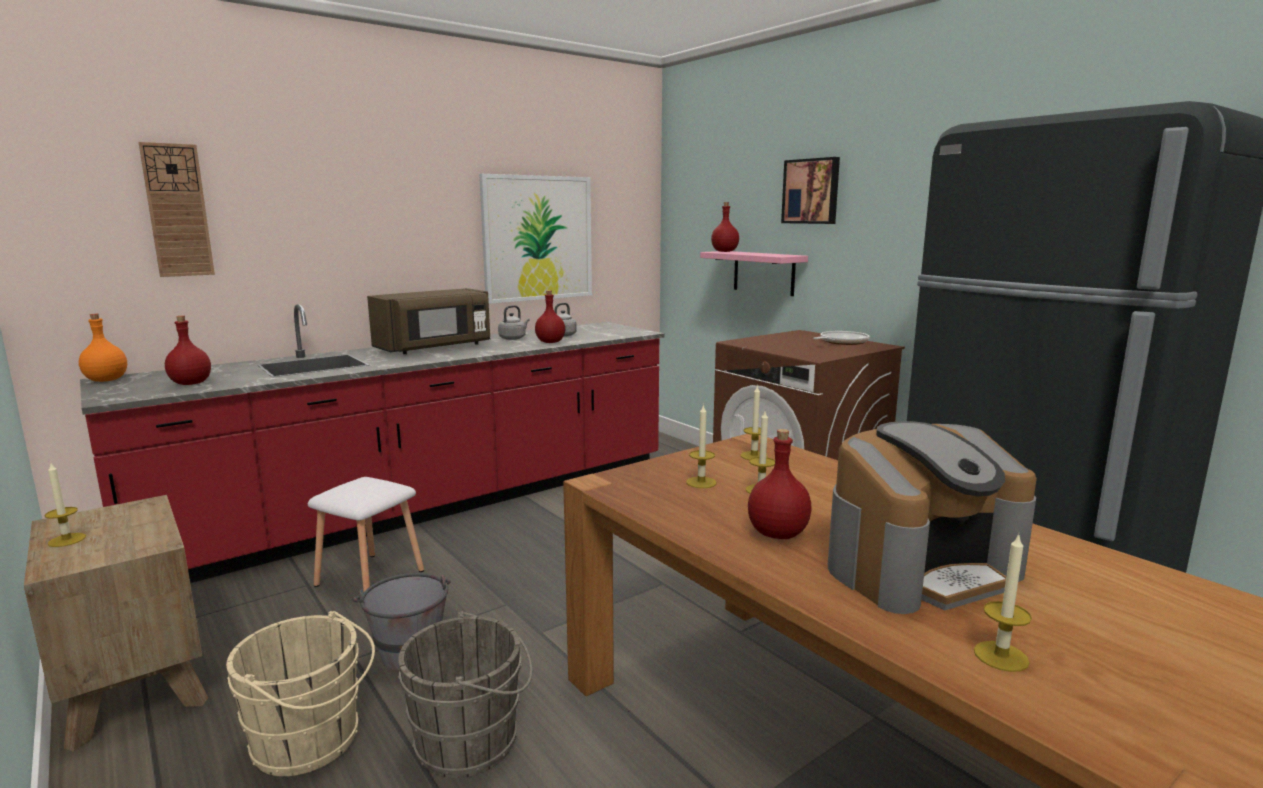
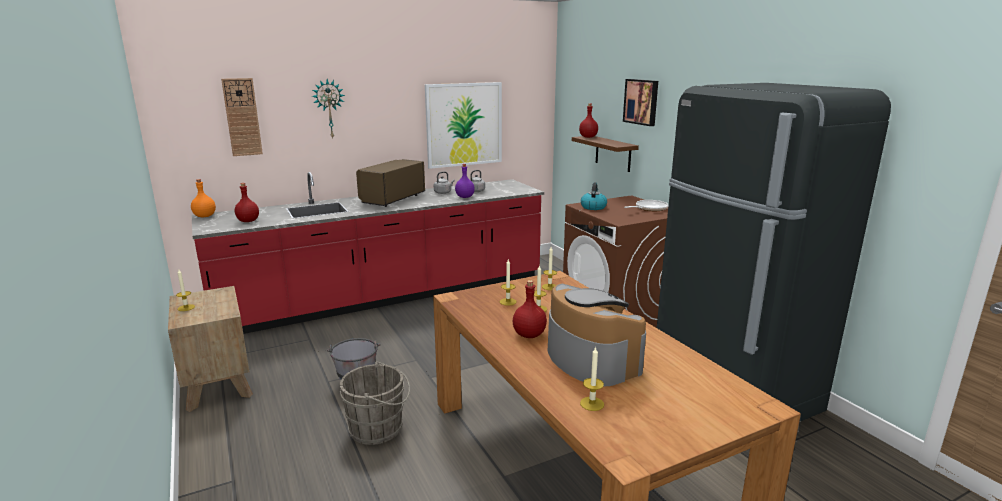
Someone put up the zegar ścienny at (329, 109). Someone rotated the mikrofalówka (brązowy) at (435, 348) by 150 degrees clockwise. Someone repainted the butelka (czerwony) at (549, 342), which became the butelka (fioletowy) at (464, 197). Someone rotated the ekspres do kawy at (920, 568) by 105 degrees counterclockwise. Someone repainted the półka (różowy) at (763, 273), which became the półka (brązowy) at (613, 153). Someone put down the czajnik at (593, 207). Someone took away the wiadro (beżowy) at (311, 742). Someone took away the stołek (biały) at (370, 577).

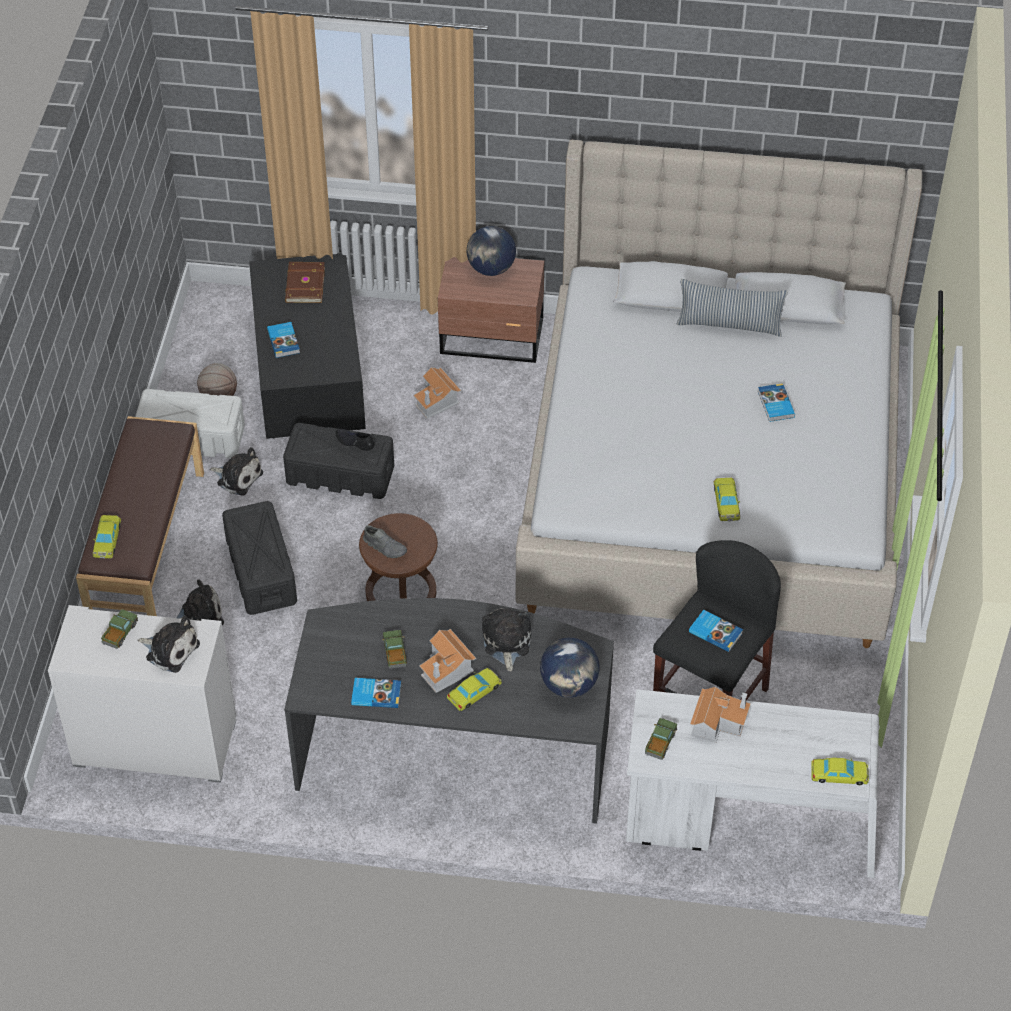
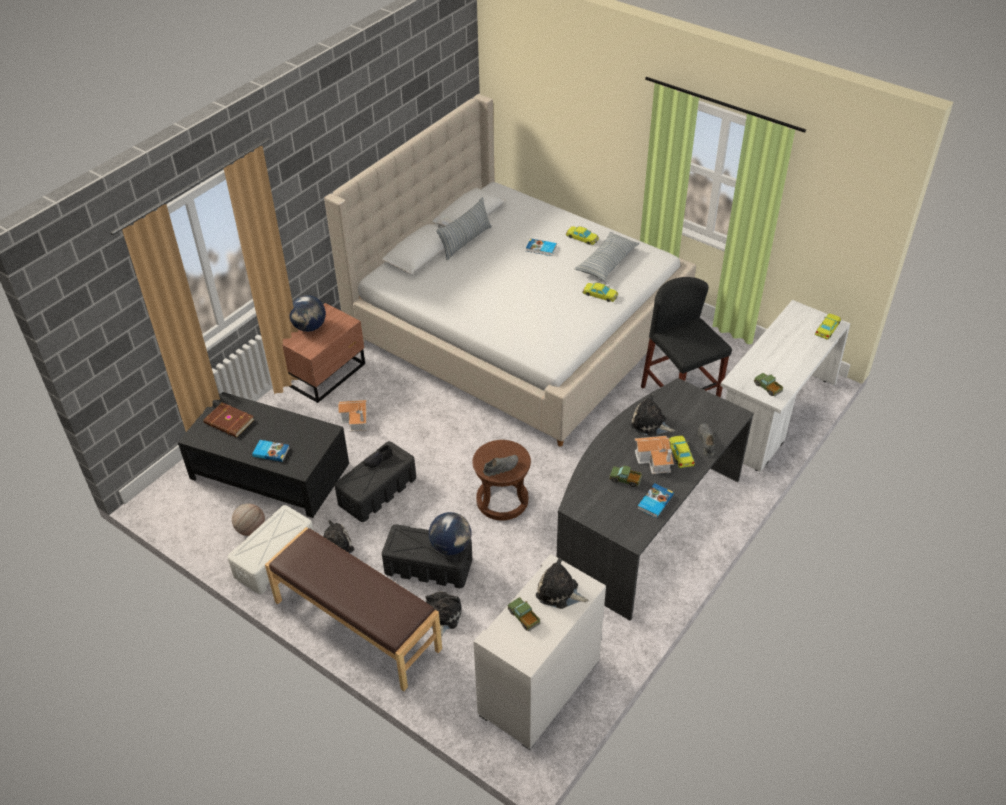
Someone carried the globus from (569, 685) to (451, 546). Someone rotated the pluszak at (170, 650) by 120 degrees counterclockwise. Someone carried the samochodzik (żółty) from (107, 539) to (582, 238). Someone put down the poduszka at (606, 262). Someone put down the but (szary) at (706, 442). Someone took away the książka at (715, 632). Someone took away the domek at (718, 722).

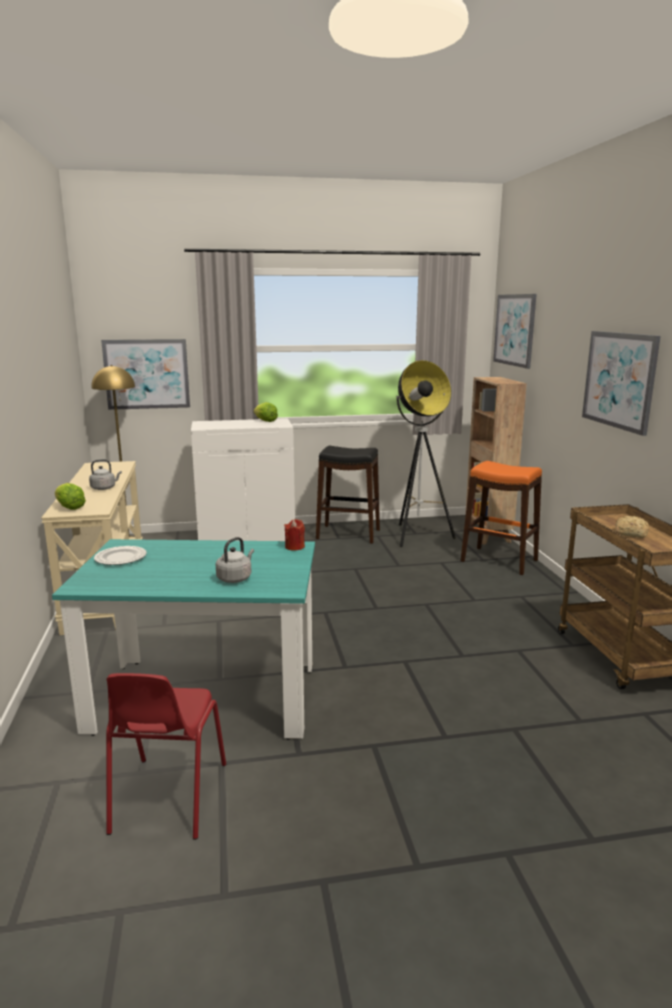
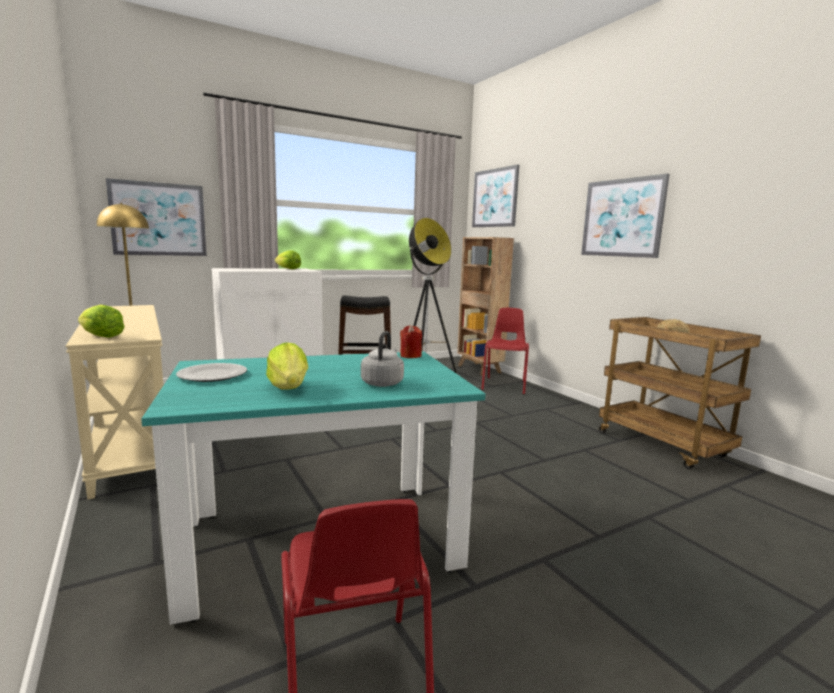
Someone put down the sałata at (289, 388). Someone swapped the stołek (pomarańczowy) at (499, 561) for the krzesło (czerwony) at (505, 385). Someone took away the czajnik (szary) at (104, 488).

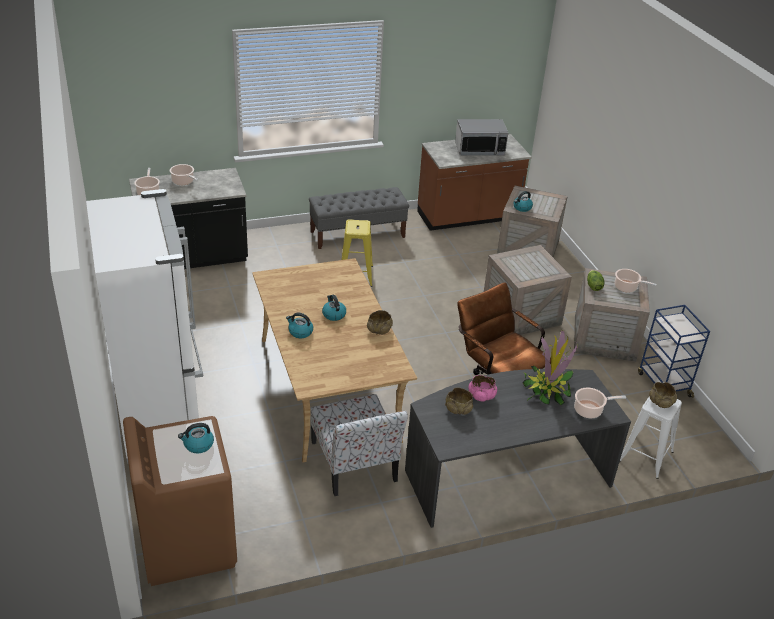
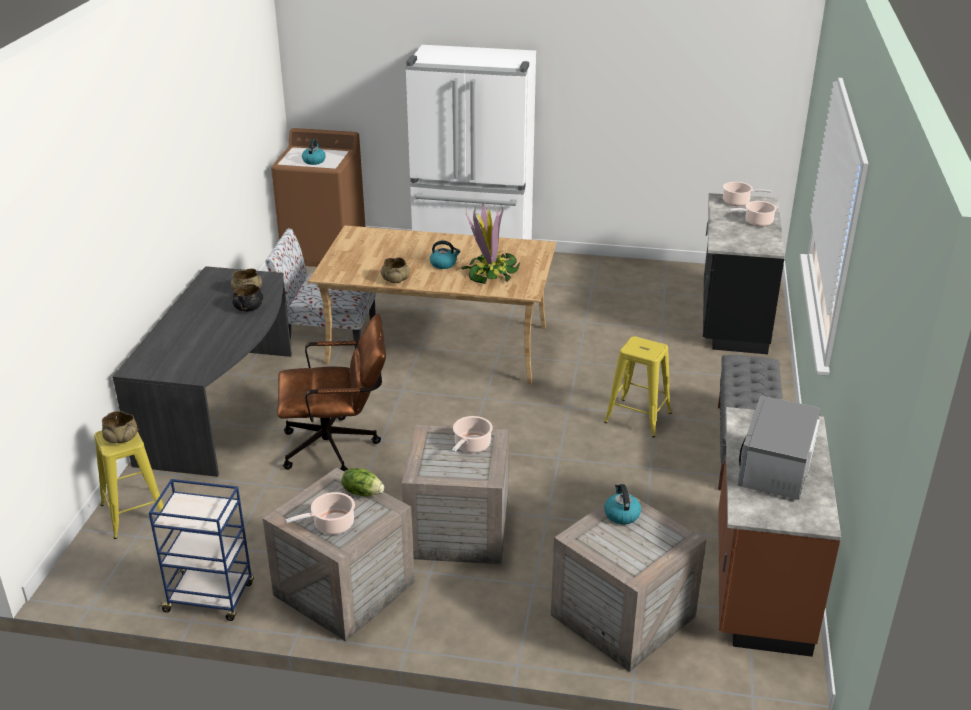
Someone repainted the stołek (biały) at (646, 456), which became the stołek (żółty) at (134, 513). Someone repainted the miska (różowy) at (481, 396), which became the miska (czarny) at (249, 308). Someone carried the garnek from (590, 410) to (471, 446). Someone carried the roślina doniczkowa from (547, 390) to (490, 273). Someone took away the czajnik at (300, 332).

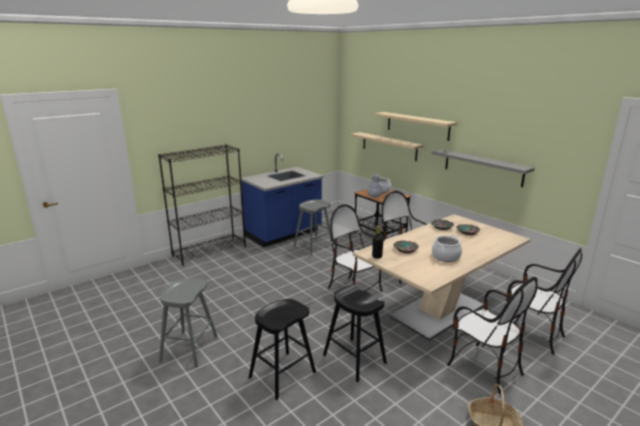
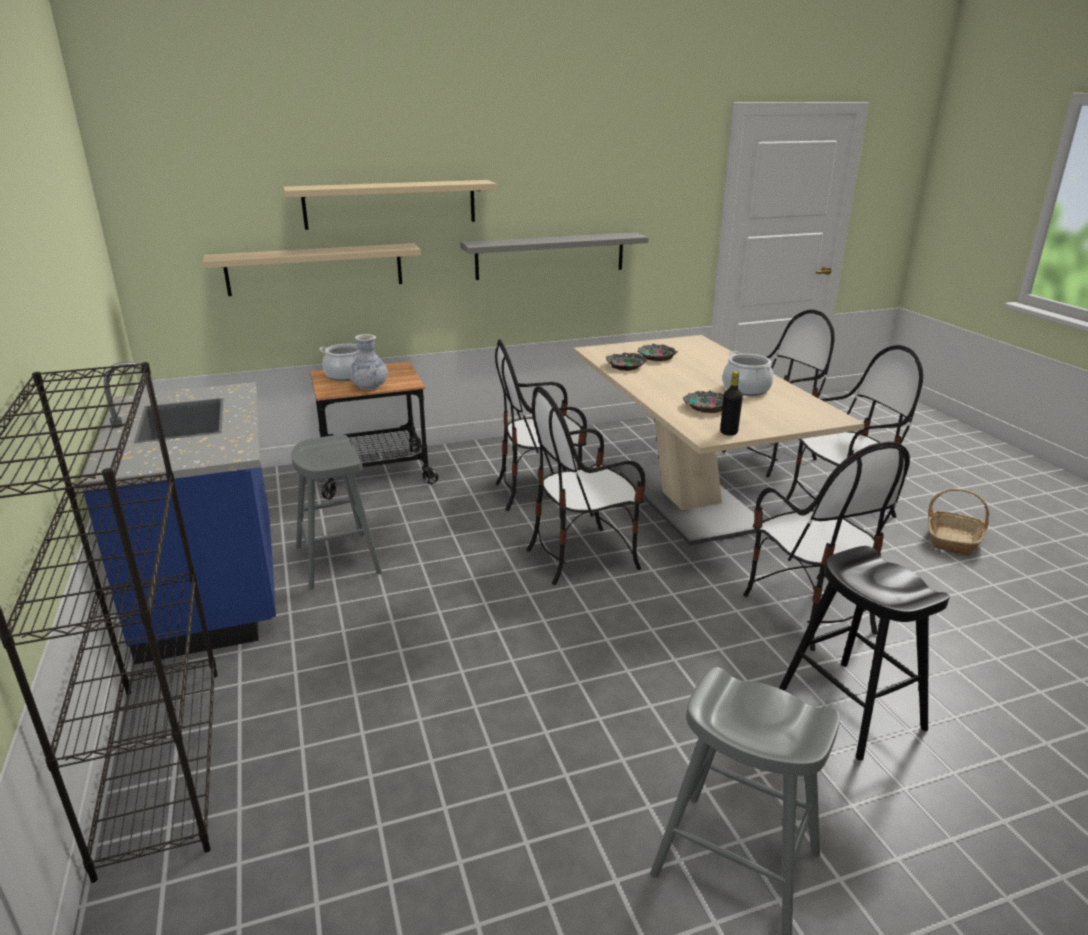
Someone swapped the stołek (czarny) at (354, 359) for the krzesło at (809, 611).

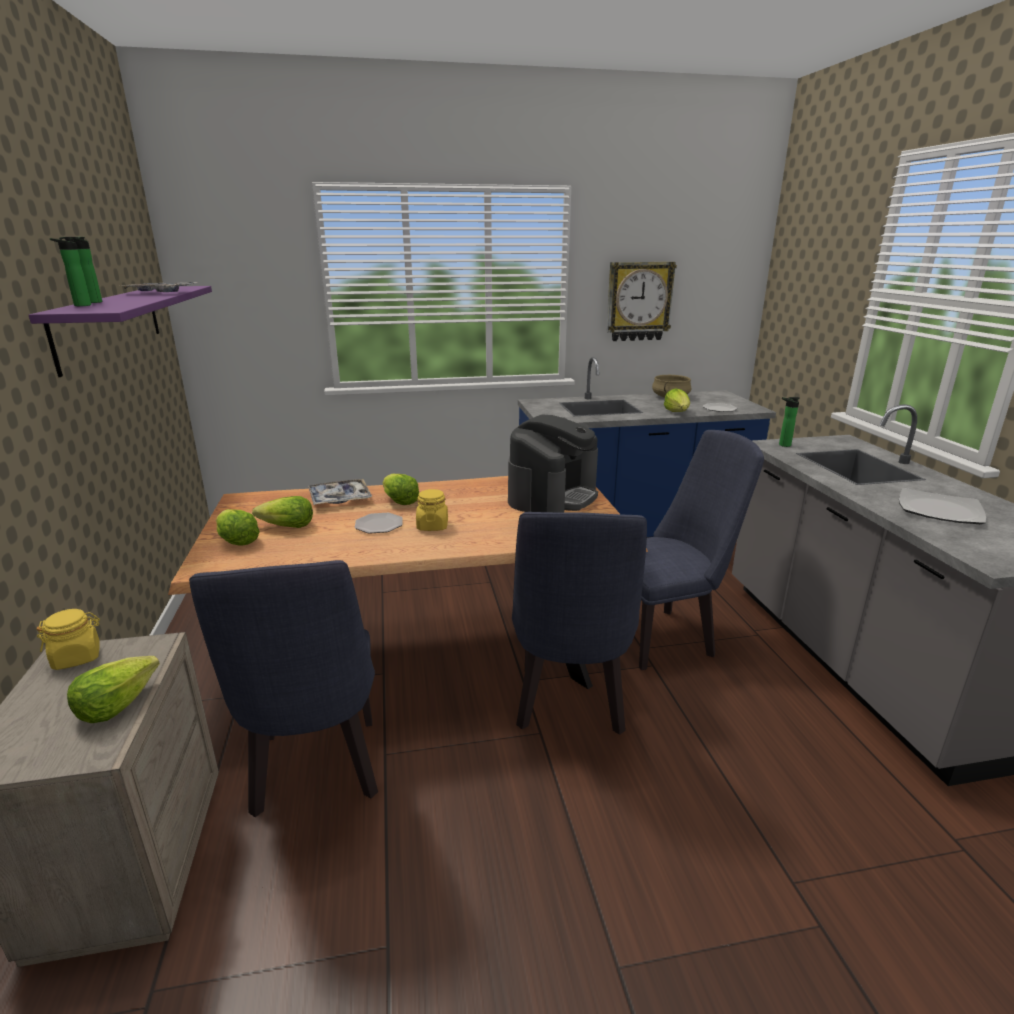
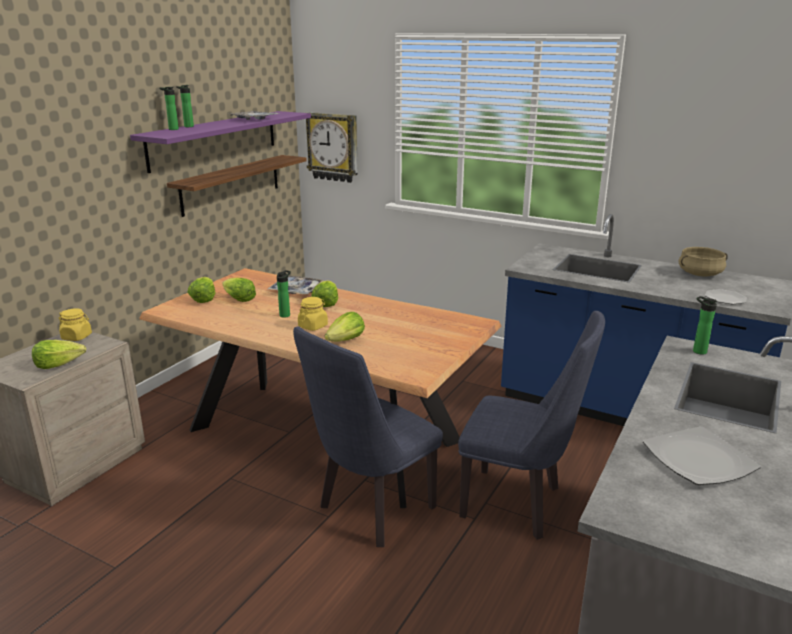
Someone put up the półka at (231, 184). Someone swapped the talerz at (379, 525) for the butelka at (286, 315). Someone carried the zegar ścienny from (638, 301) to (333, 147). Someone carried the sałata from (677, 412) to (346, 341). Someone took away the krzesło (niebieski) at (317, 775). Someone took away the ekspres do kawy at (553, 496).

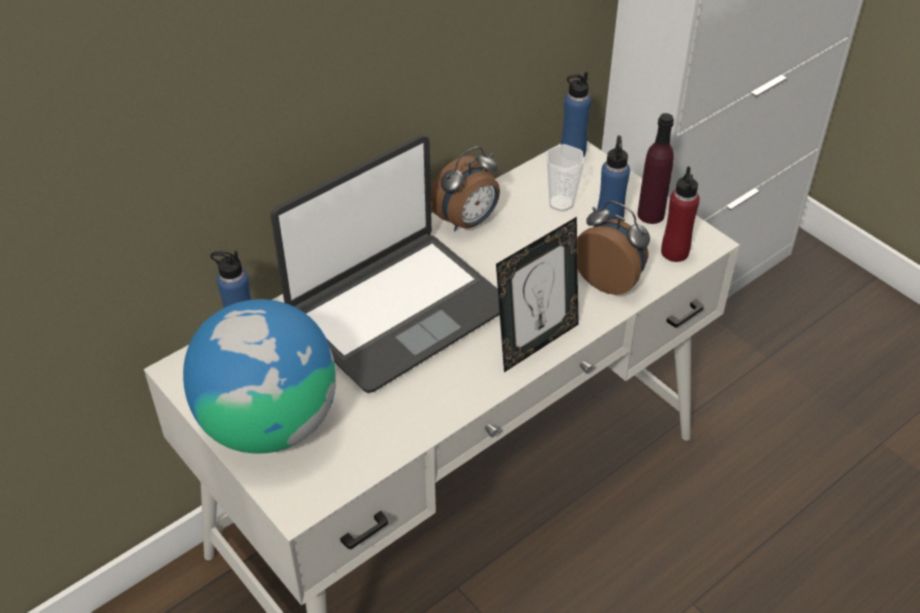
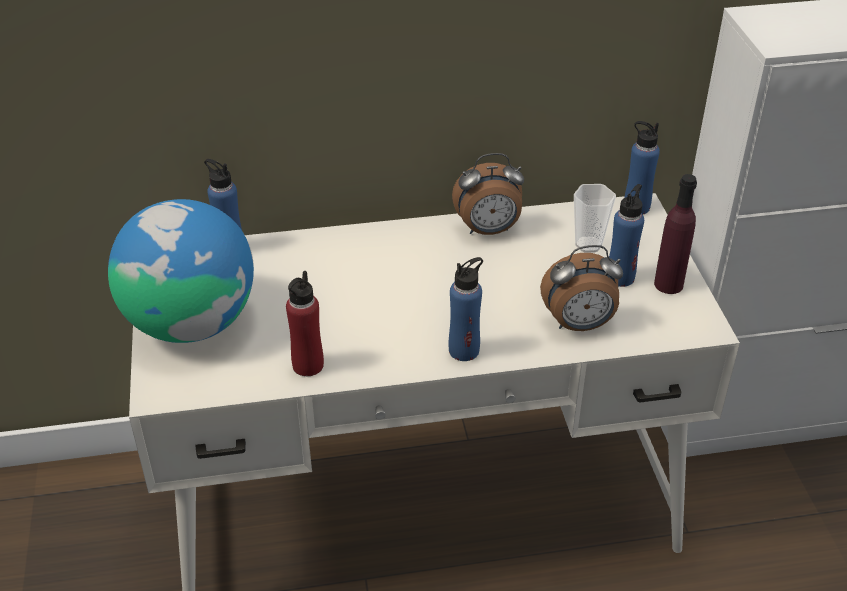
Someone carried the butelka (czerwony) from (674, 252) to (307, 365). Someone swapped the ramka na zdjęcie at (536, 343) for the butelka (niebieski) at (464, 350). Someone rotated the budzik at (609, 280) by 105 degrees clockwise. Someone took away the laptop at (397, 310).

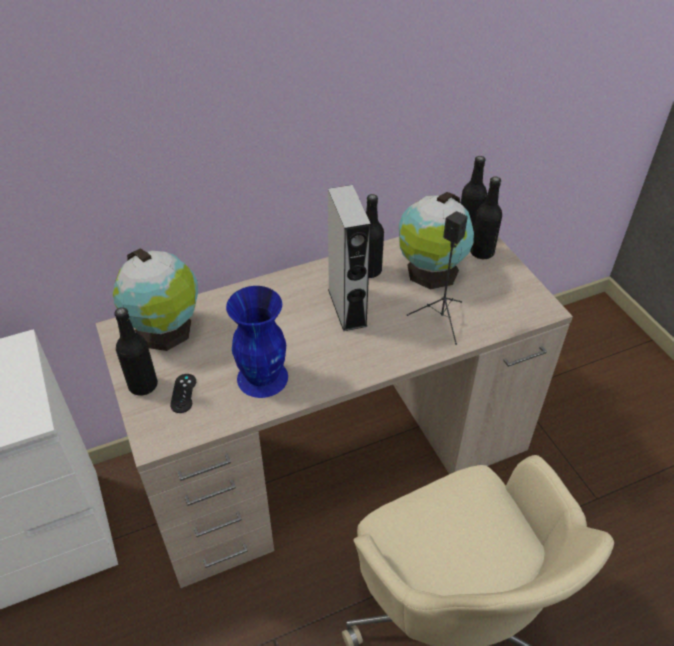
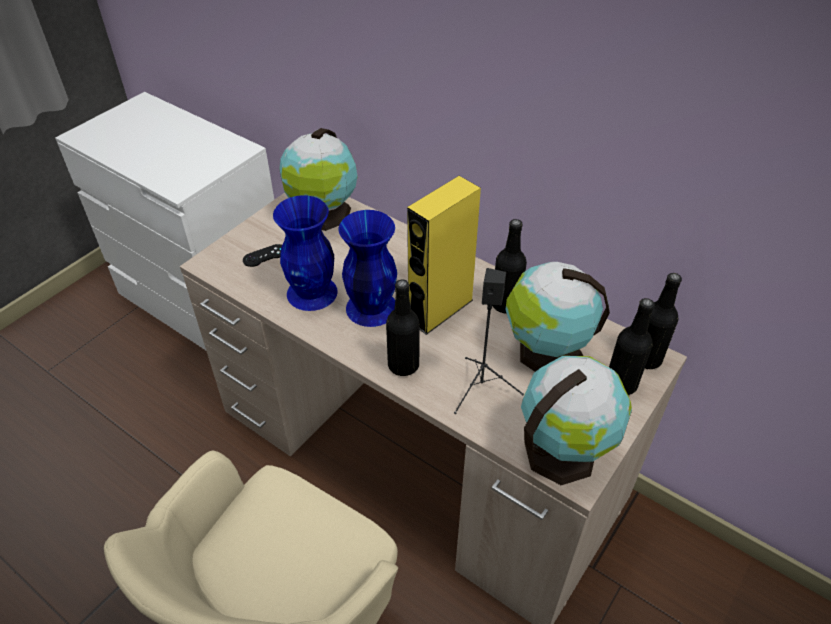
Someone put down the wazon (niebieski) at (370, 307). Someone carried the butelka (czarny) from (143, 385) to (403, 365). Someone repainted the głośnik (szary) at (347, 307), which became the głośnik (żółty) at (440, 310). Someone put down the globus at (563, 450).

